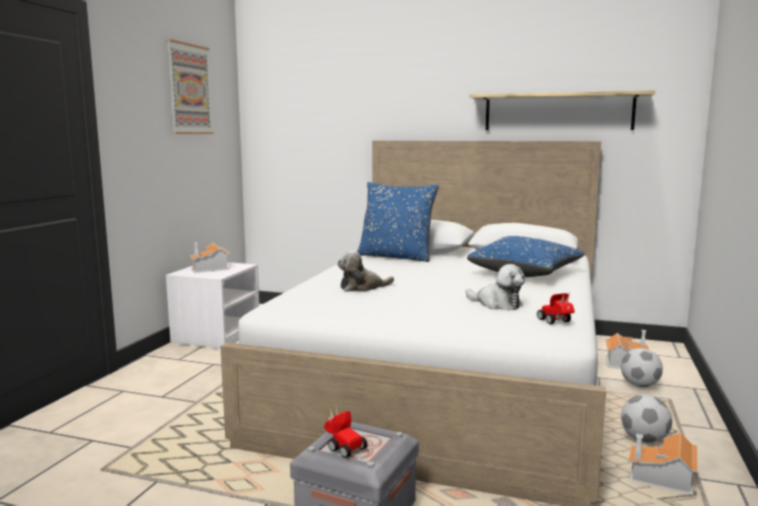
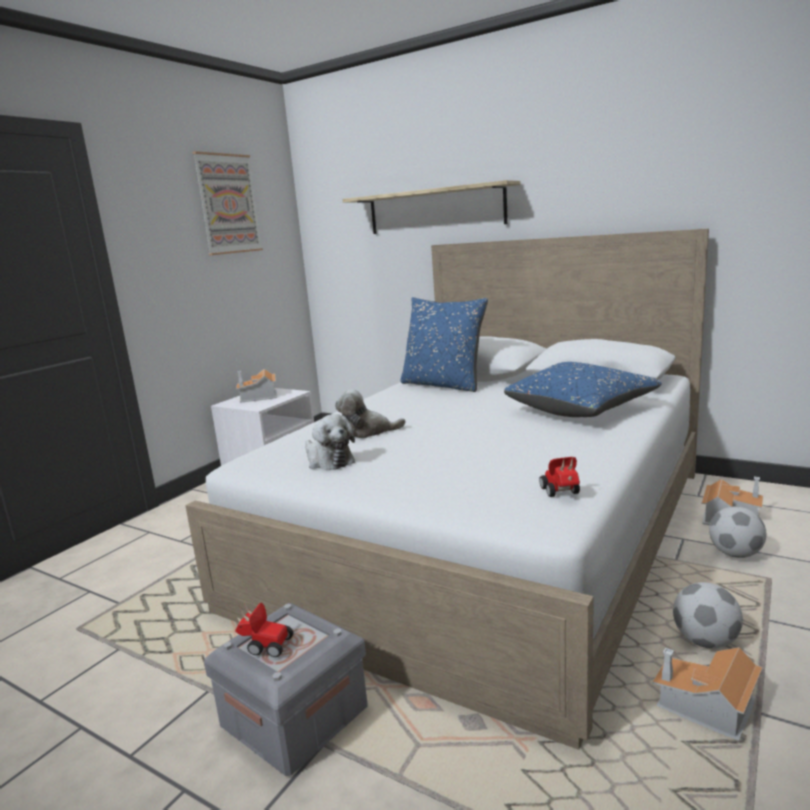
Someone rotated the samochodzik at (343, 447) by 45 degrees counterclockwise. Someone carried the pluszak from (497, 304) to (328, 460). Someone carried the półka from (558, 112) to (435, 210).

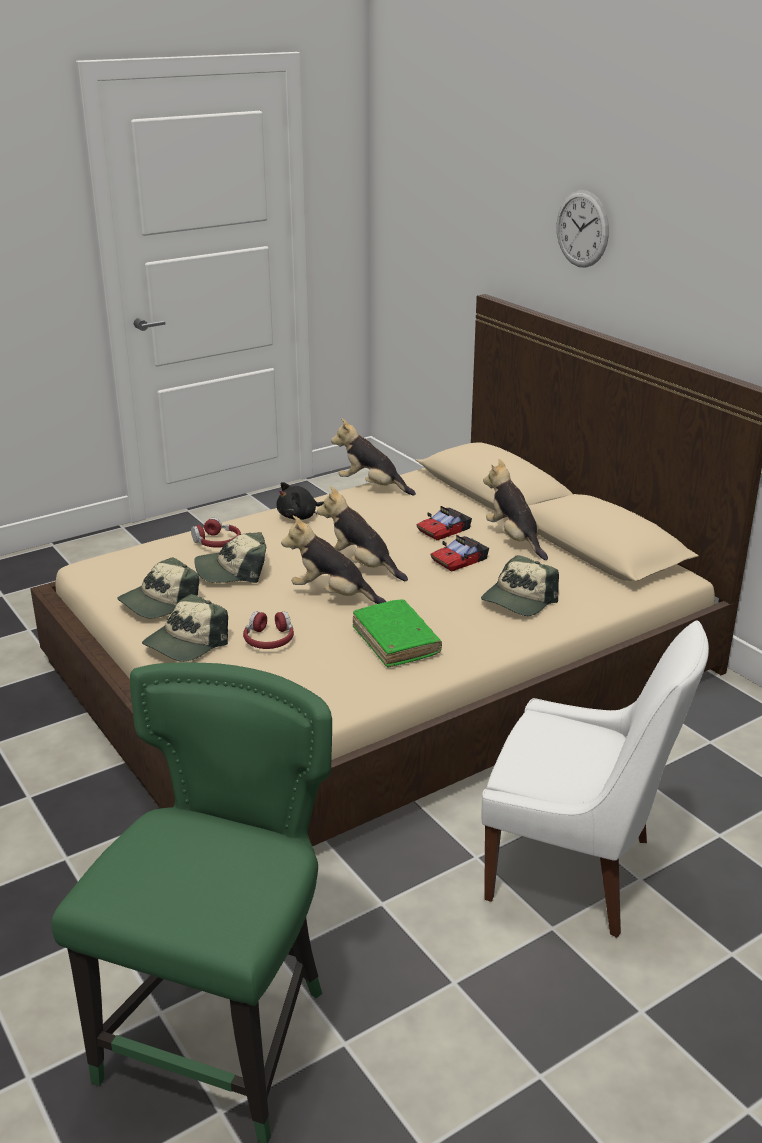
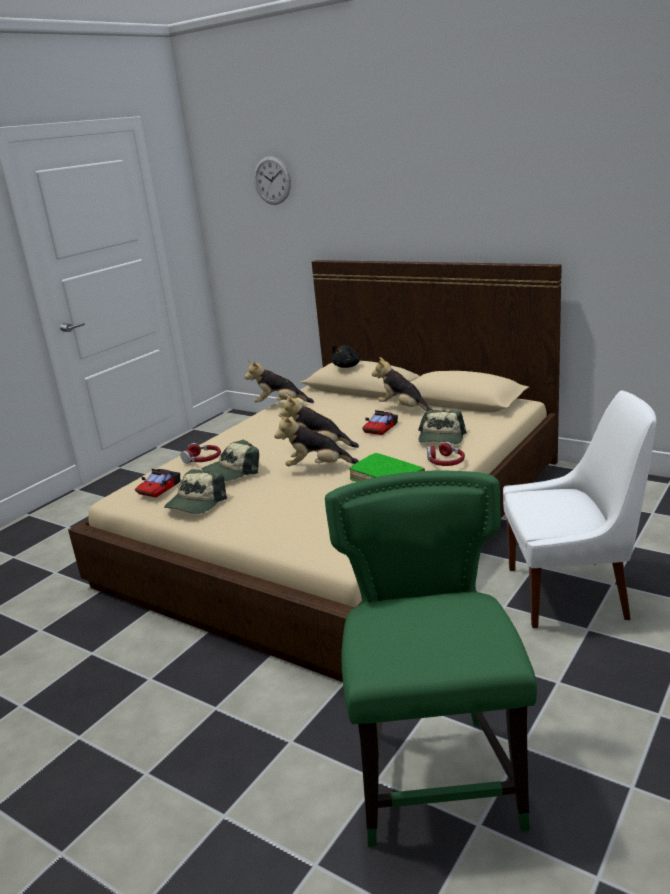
Someone carried the samochodzik from (444, 530) to (159, 488). Someone carried the zegar ścienny from (582, 229) to (272, 180). Someone carried the pluszak (czarny) from (299, 516) to (347, 366). Someone carried the słuchawki (czerwony) from (269, 639) to (445, 462). Someone took away the czapka z daszkiem at (186, 643).

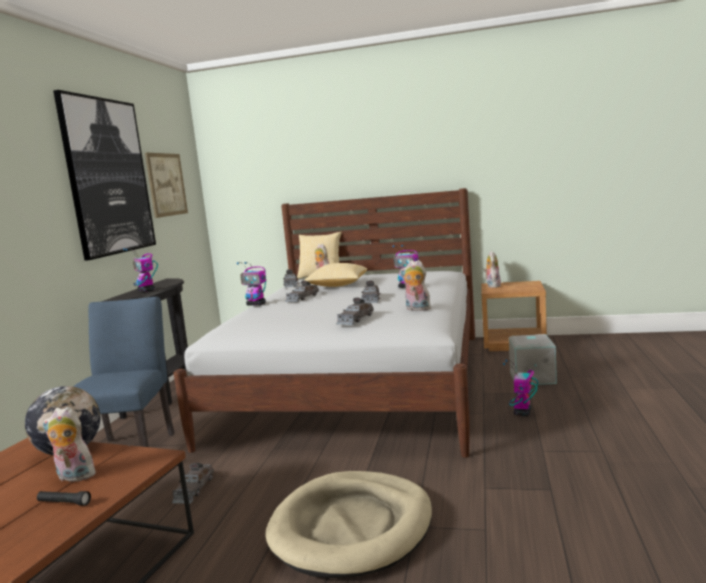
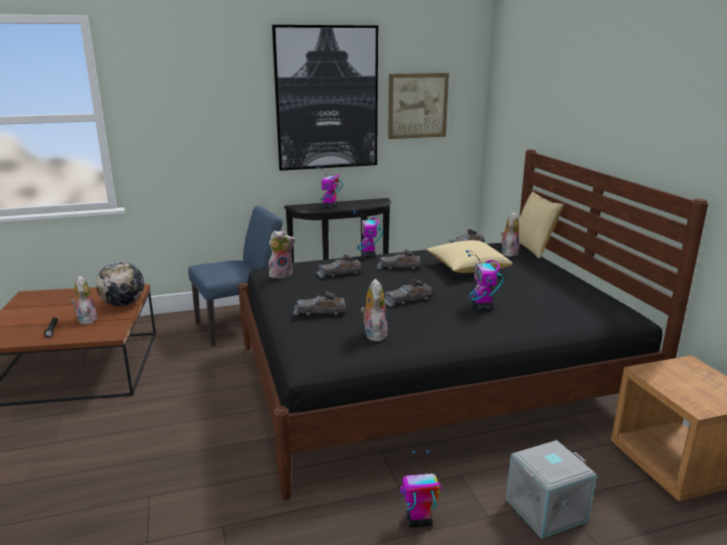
Someone repainted the łóżko (biały) at (359, 384), which became the łóżko (czarny) at (429, 381). Someone carried the pluszak from (492, 286) to (281, 274). Someone carried the samochodzik (szary) from (194, 489) to (339, 273). Someone took away the legowisko (beżowy) at (352, 527).

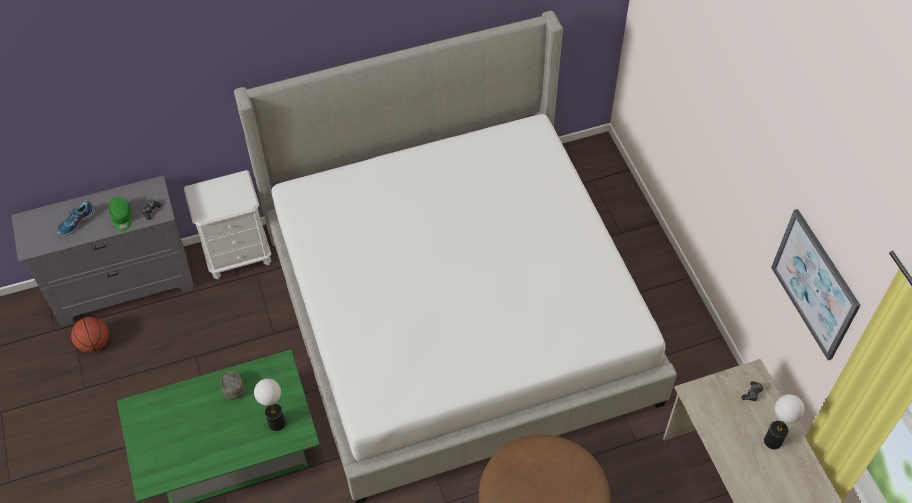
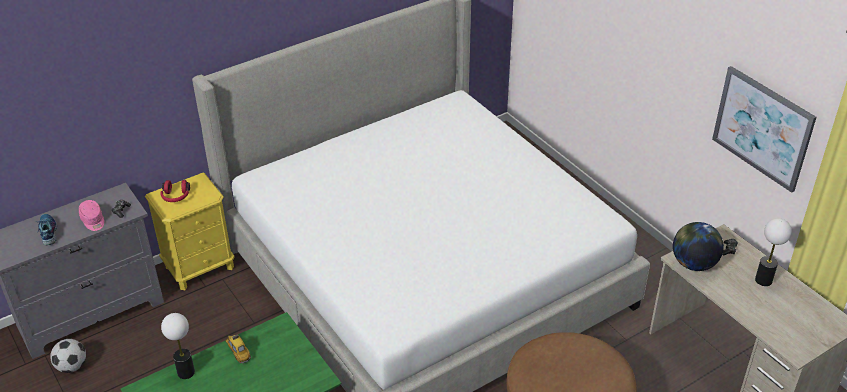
Someone rotated the but at (77, 222) by 135 degrees clockwise. Someone swapped the piłka do koszykówki at (94, 343) for the piłka futbolowa at (72, 366). Someone repainted the czapka z daszkiem (zielony) at (122, 217), which became the czapka z daszkiem (różowy) at (93, 221). Someone repainted the szafka nocna (biały) at (238, 255), which became the szafka nocna (żółty) at (200, 267). Someone put down the słuchawki (czerwony) at (176, 197). Someone carried the lampa stołowa from (277, 423) to (186, 372). Someone swapped the czapka z daszkiem (szary) at (232, 386) for the samochodzik at (238, 352). Someone put down the globus at (693, 264).

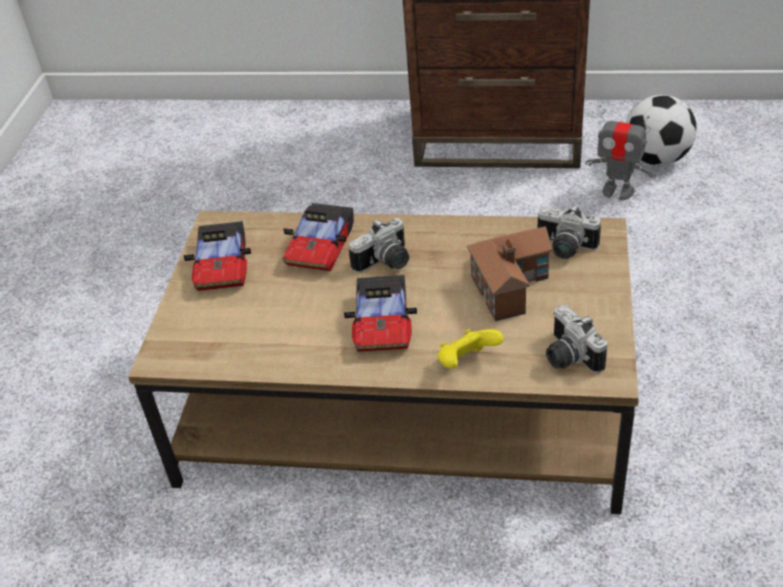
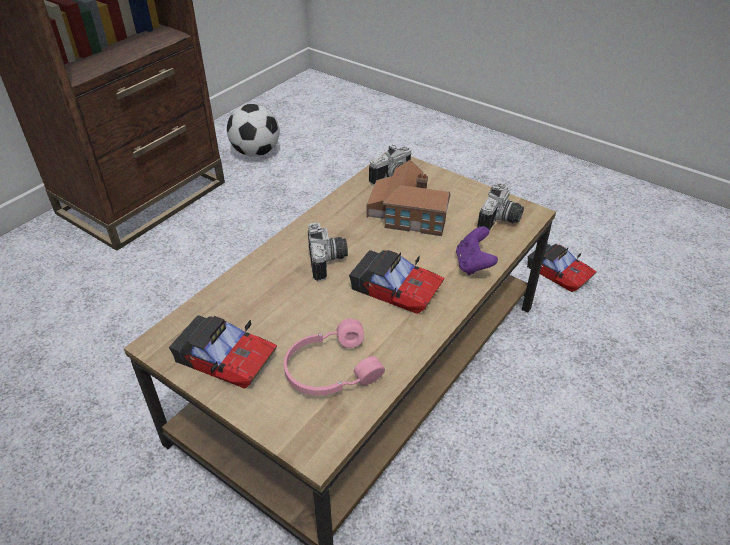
Someone put down the słuchawki (różowy) at (330, 369). Someone repainted the pad do gier (żółty) at (467, 363), which became the pad do gier (fioletowy) at (473, 264). Someone rotated the aparat fotograficzny at (567, 357) by 60 degrees counterclockwise. Someone carried the samochodzik from (321, 245) to (559, 272). Someone took away the robot zabawkowy at (617, 191).

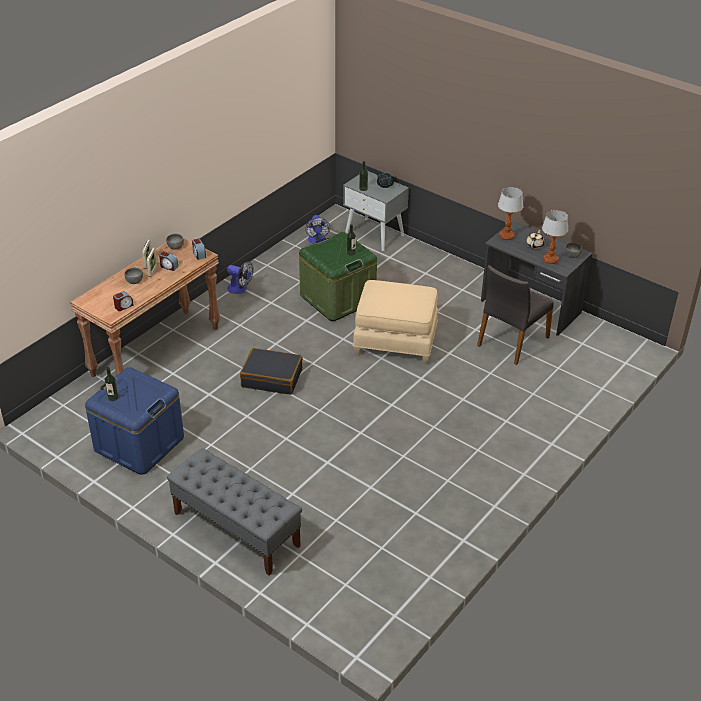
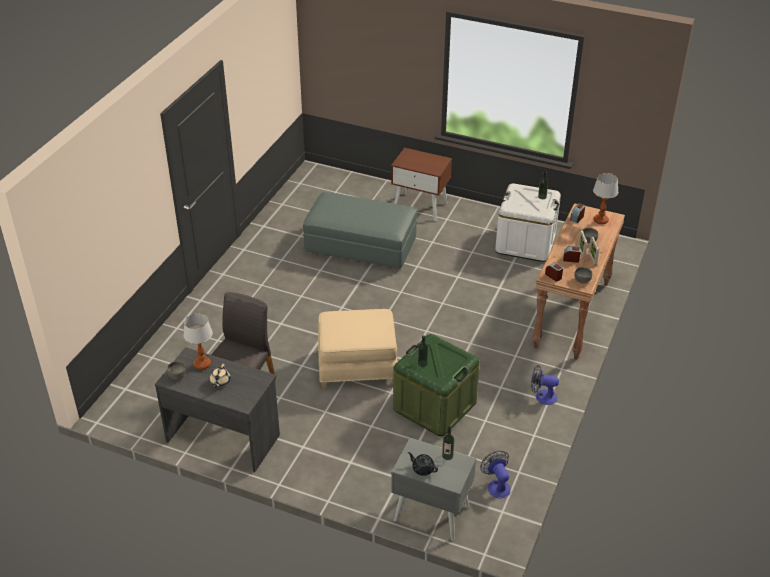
Someone put down the pufa (szary) at (361, 246). Someone swapped the ławka (szary) at (236, 529) for the szafka nocna (brązowy) at (420, 206). Someone repainted the pojemnik do przechowywania (niebieski) at (139, 444), which became the pojemnik do przechowywania (biały) at (525, 243). Someone carried the lampa stołowa from (507, 236) to (600, 220). Someone took away the walizka (czarny) at (272, 378).

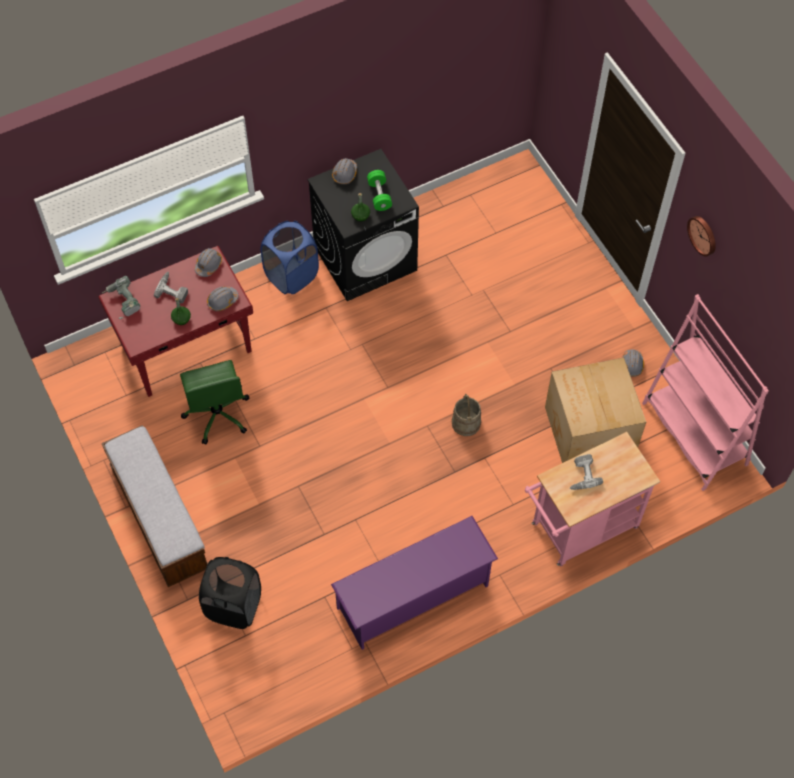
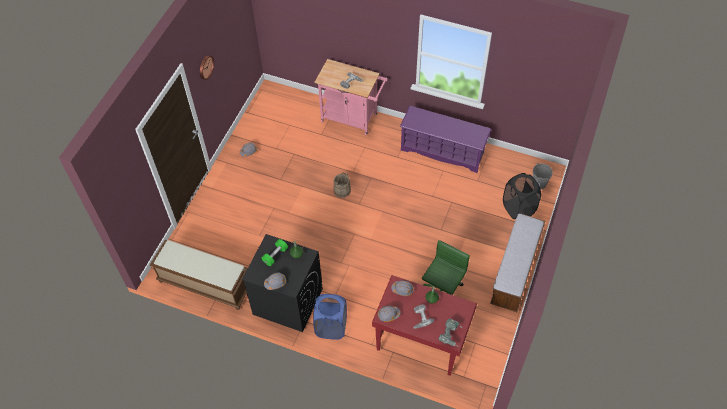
Someone put down the ławka (brązowy) at (204, 284). Someone put down the wiadro (szary) at (539, 183). Someone took away the karton at (588, 432). Someone took away the regał (różowy) at (694, 434).

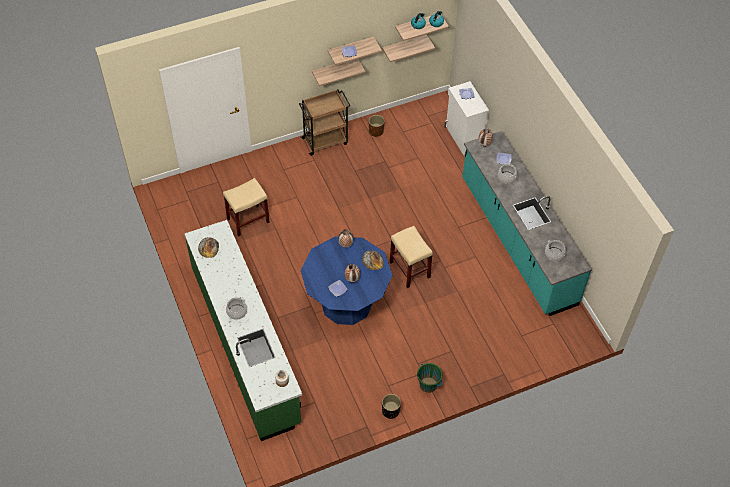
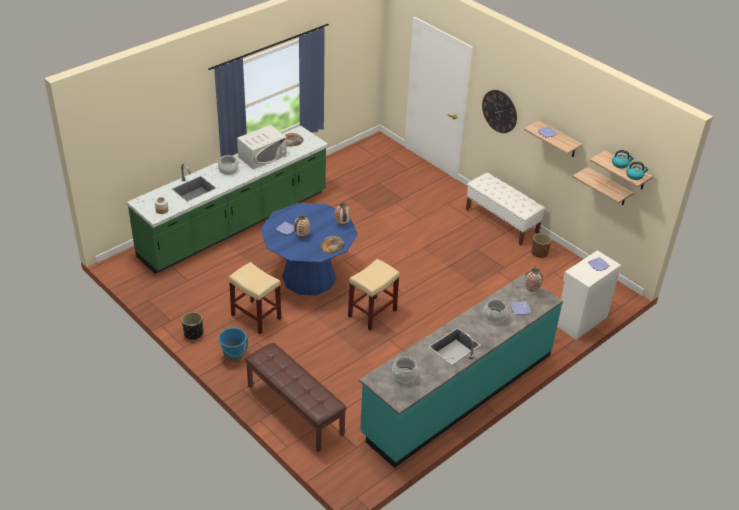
Someone repainted the wiadro (zielony) at (428, 385), which became the wiadro (niebieski) at (234, 355). Someone carried the stołek (beżowy) from (248, 221) to (255, 317). Someone put down the mikrofalówka (biały) at (262, 156). Someone put down the ławka (brązowy) at (294, 410). Someone swapped the wózek (brązowy) at (325, 141) for the ławka (biały) at (502, 222). Someone put up the zegar ścienny at (499, 111). Someone took away the półka at (334, 70).

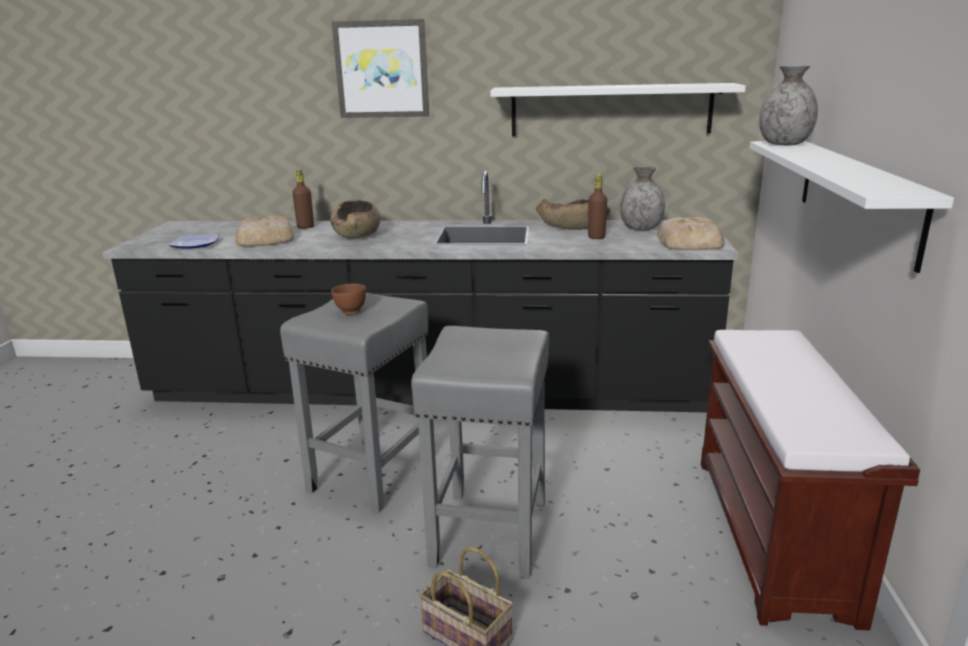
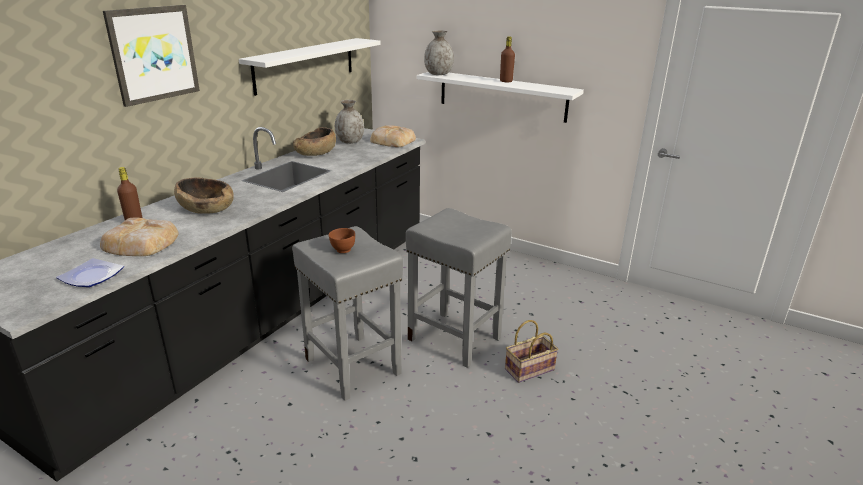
Someone carried the butelka (brązowy) from (596, 237) to (506, 81). Someone took away the ławka (brązowy) at (773, 535).

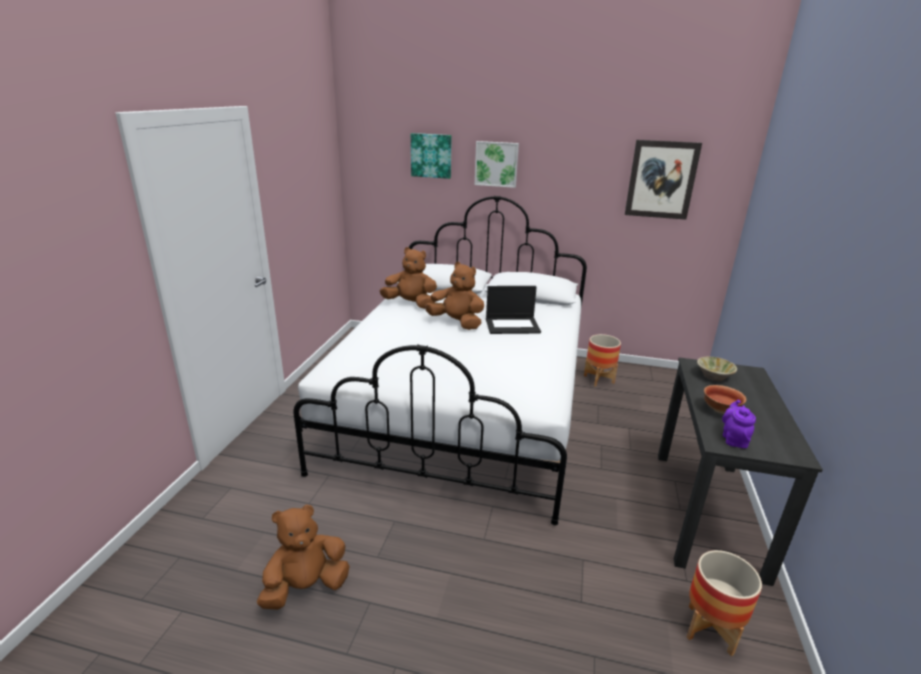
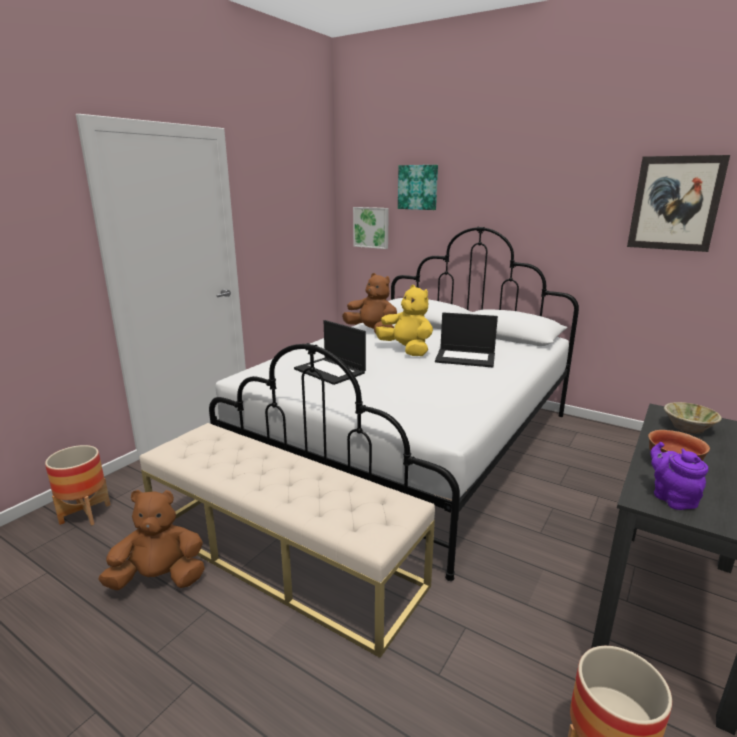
Someone carried the donica from (599, 379) to (85, 514). Someone put down the ławka (beżowy) at (281, 556). Someone put down the laptop at (331, 371). Someone carried the obraz from (496, 164) to (371, 227). Someone repainted the pluszak (brązowy) at (456, 323), which became the pluszak (żółty) at (406, 350). Someone rotated the imbryk (fioletowy) at (733, 439) by 45 degrees counterclockwise.

